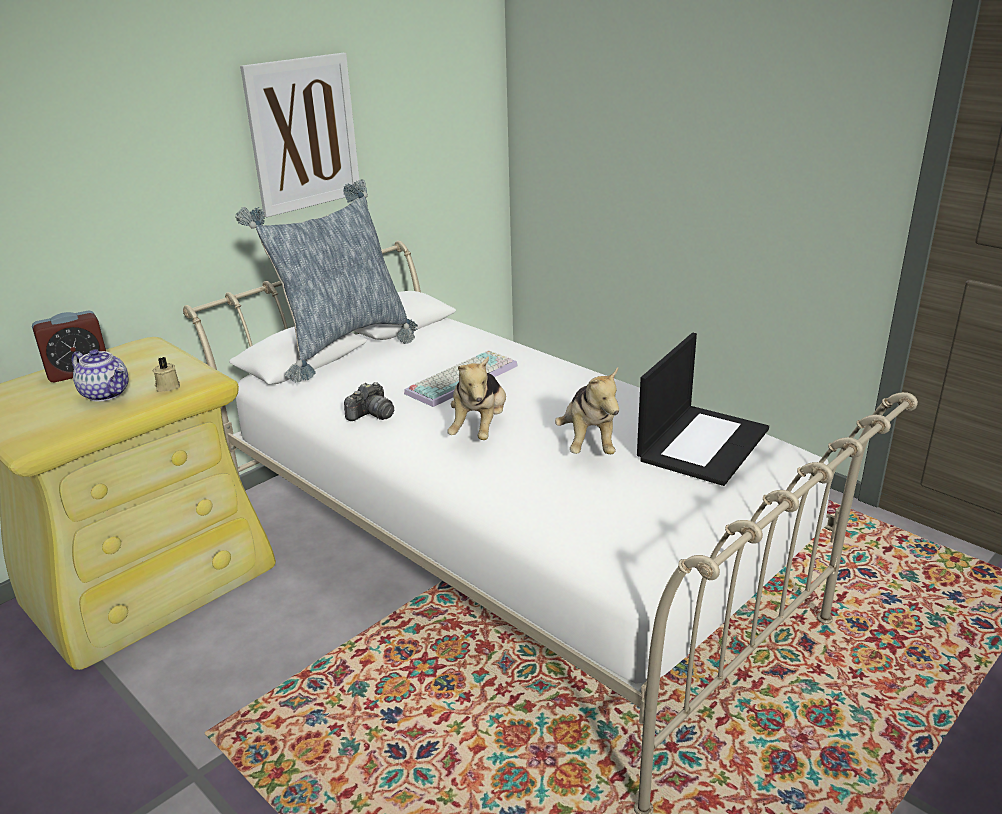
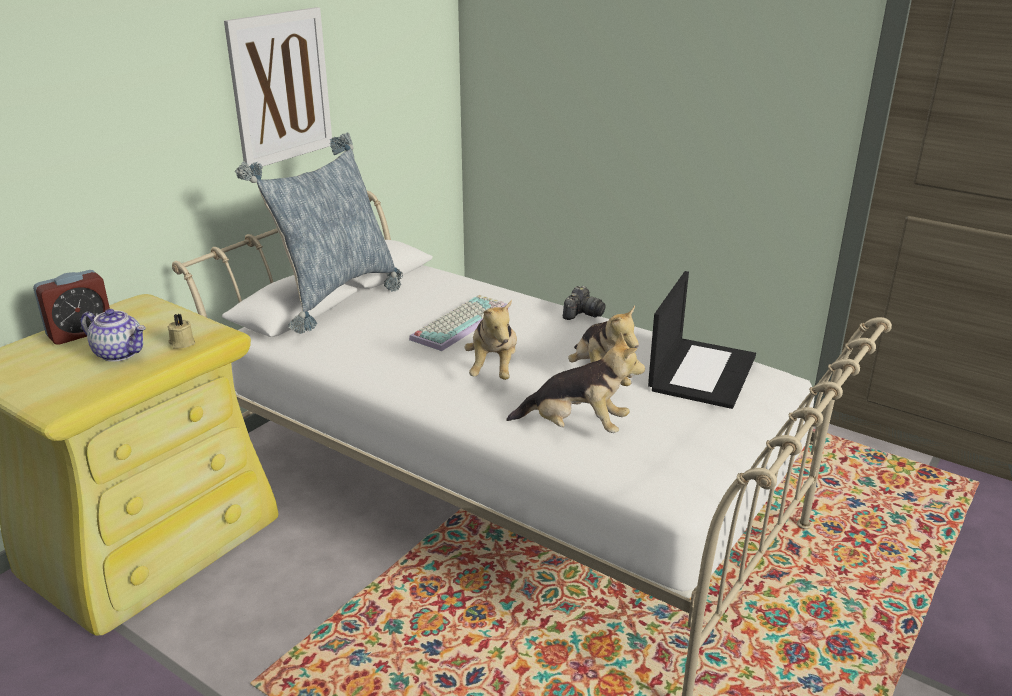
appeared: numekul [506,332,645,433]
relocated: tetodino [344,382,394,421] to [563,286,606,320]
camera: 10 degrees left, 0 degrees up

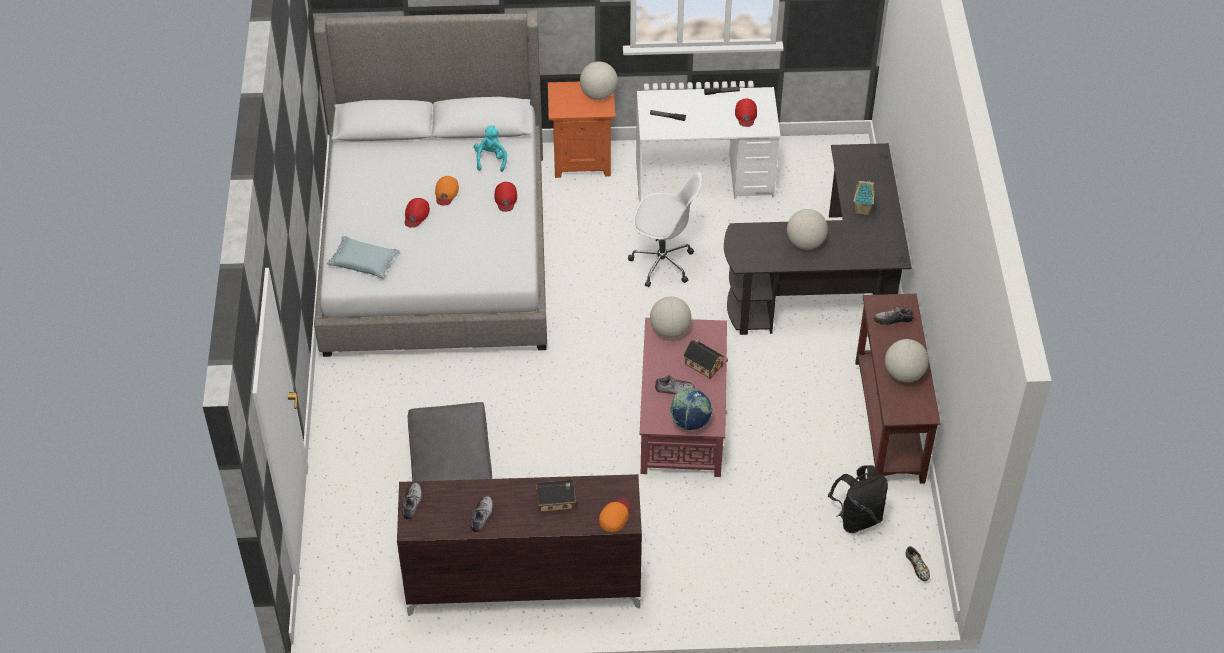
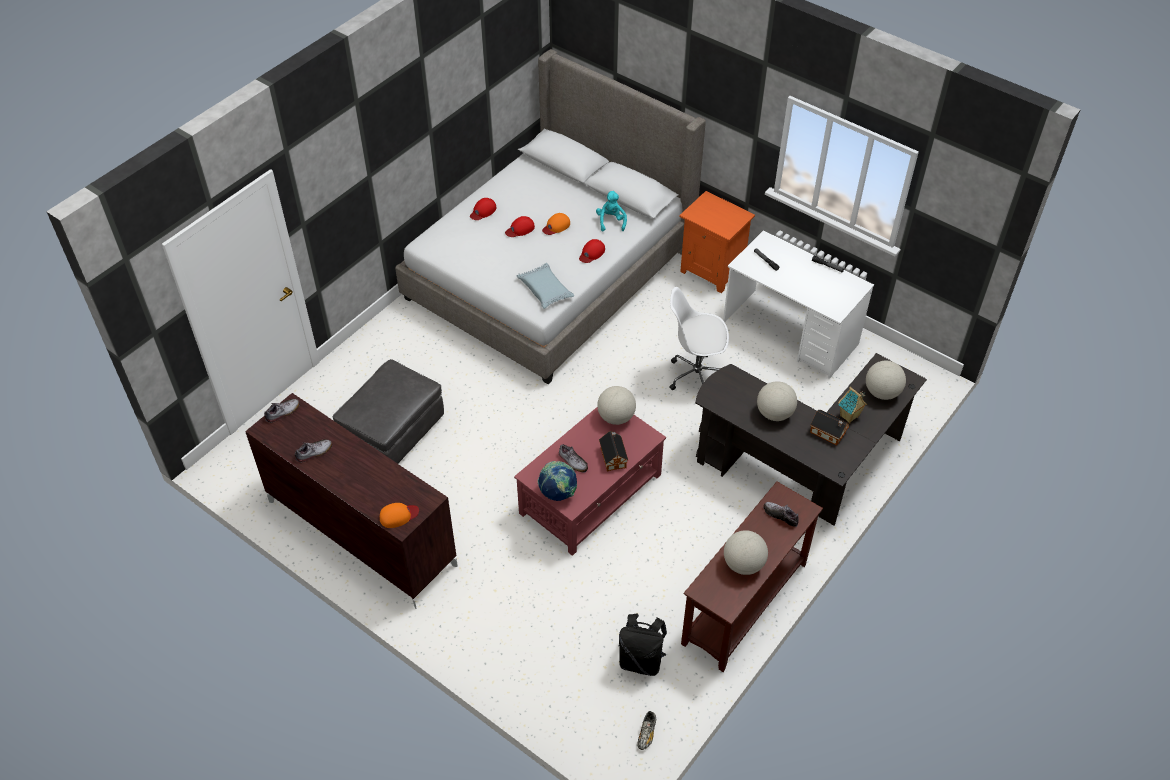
relocated: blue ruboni [326,236,400,279] to [517,263,574,309]; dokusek [536,480,576,512] to [810,410,850,445]; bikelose [580,61,618,100] to [866,361,906,400]; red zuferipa [735,98,757,127] to [470,198,496,220]
spun: turquoise numekul [474,125,507,172] = [596,191,627,232] 45 degrees counterclockwise; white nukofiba [628,172,702,287] = [669,287,729,390] 135 degrees clockwise
camera: 40 degrees right, 0 degrees up

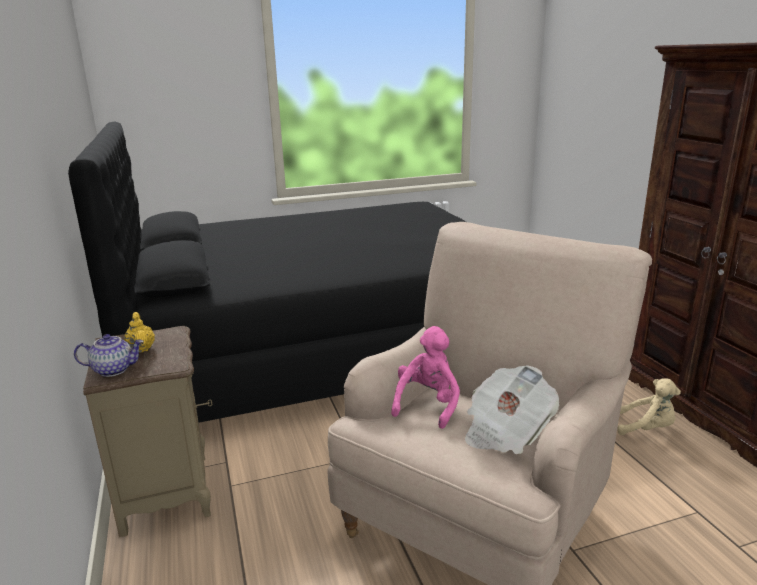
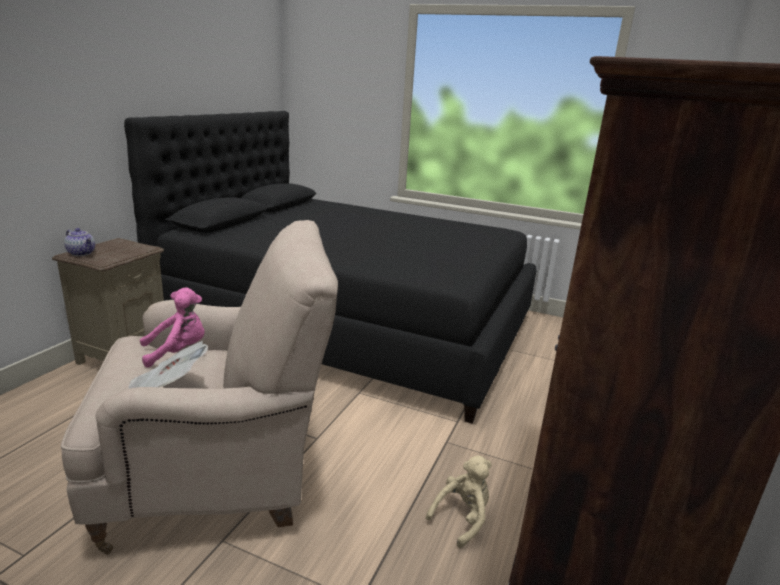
missing: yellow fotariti [124,312,155,353]
spun: beige numekul [617,378,681,435] = [426,455,492,548] 105 degrees counterclockwise
camera: 40 degrees right, 0 degrees up

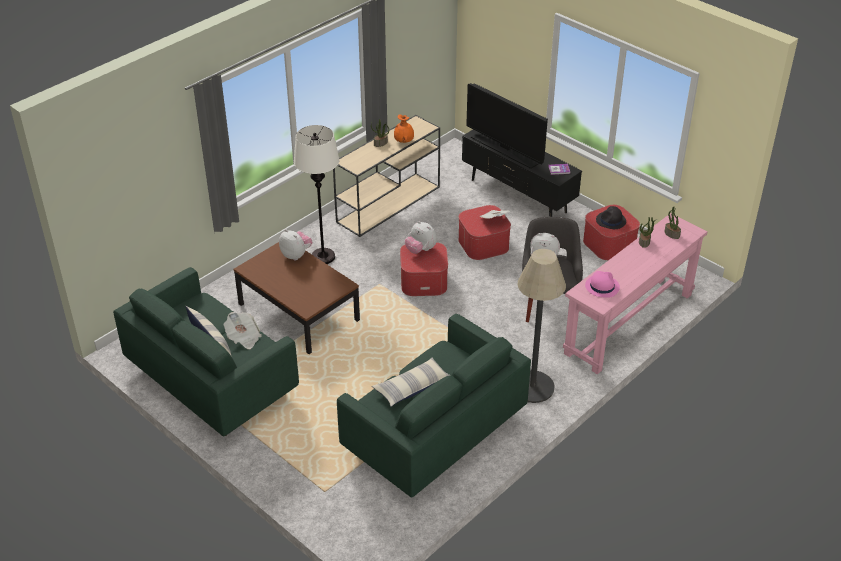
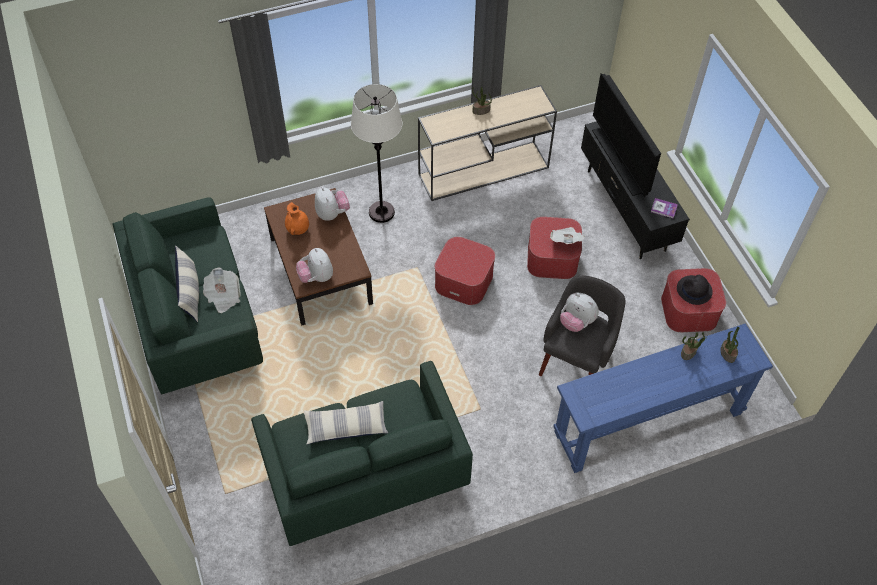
missing: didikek [517,249,566,403]; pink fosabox [585,271,620,297]
relocated: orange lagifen [394,114,414,143] to [285,202,309,235]; numekul [405,221,437,254] to [296,248,333,283]
colour: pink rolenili [563,213,707,374] to blue rolenili [553,323,773,473]
camera: 25 degrees right, 15 degrees up

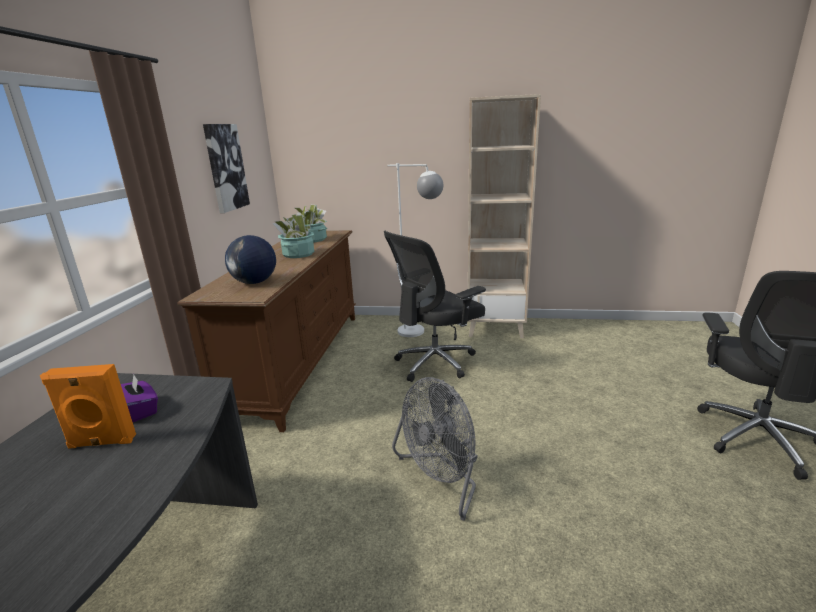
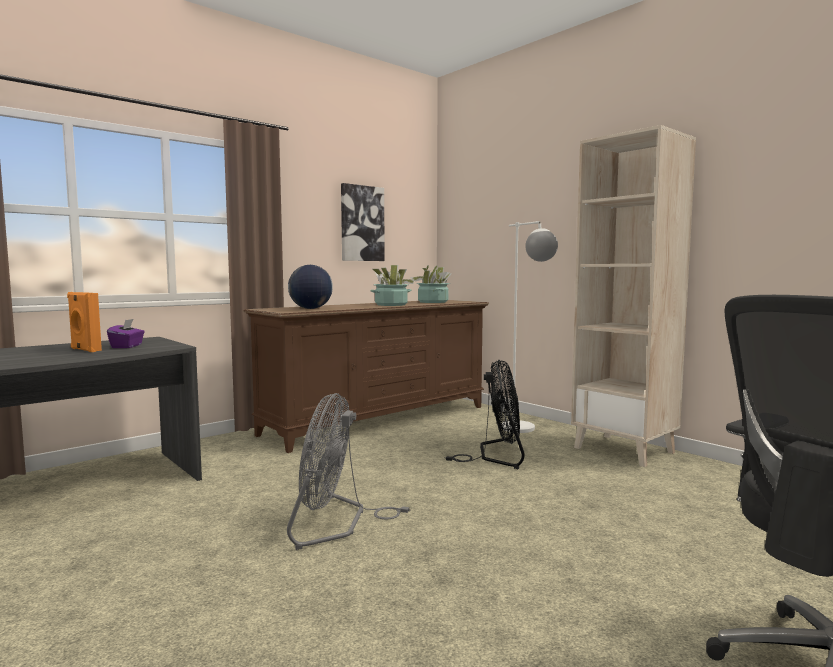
exchanged: nukofiba [384,231,486,382] to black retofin [445,360,525,469]
camera: 40 degrees right, 15 degrees down

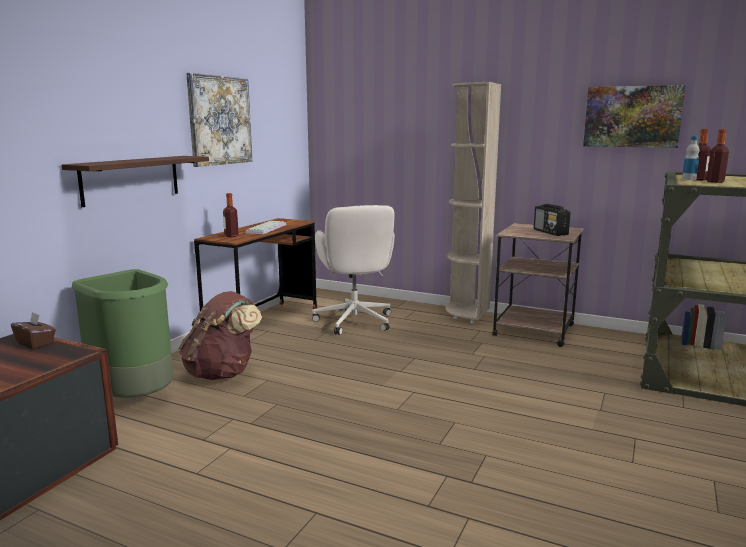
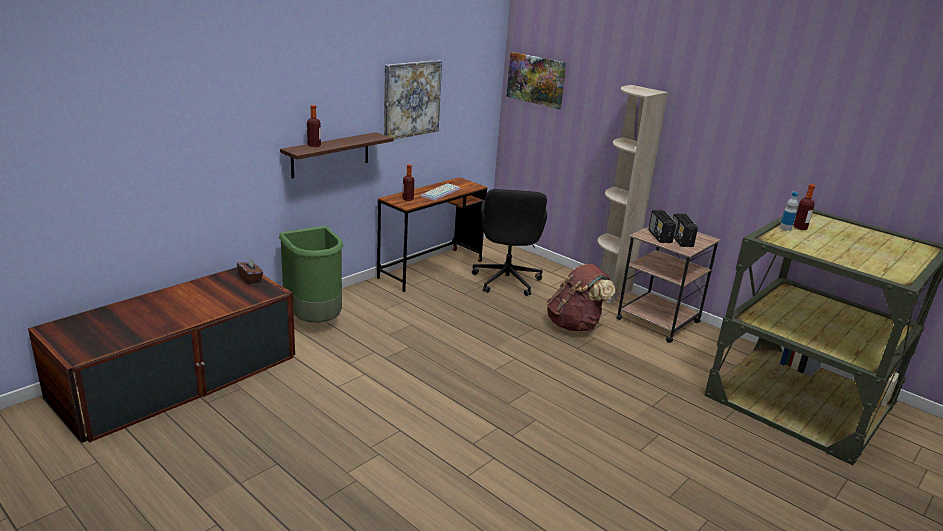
appeared: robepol [649,210,676,243]
relocated: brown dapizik [178,291,262,380] to [547,264,615,331]; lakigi [583,85,686,148] to [507,52,566,109]; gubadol [706,129,729,183] to [307,105,321,147]
colour: white nukofiba [312,205,395,335] to black nukofiba [472,189,547,296]
camera: 15 degrees right, 10 degrees up

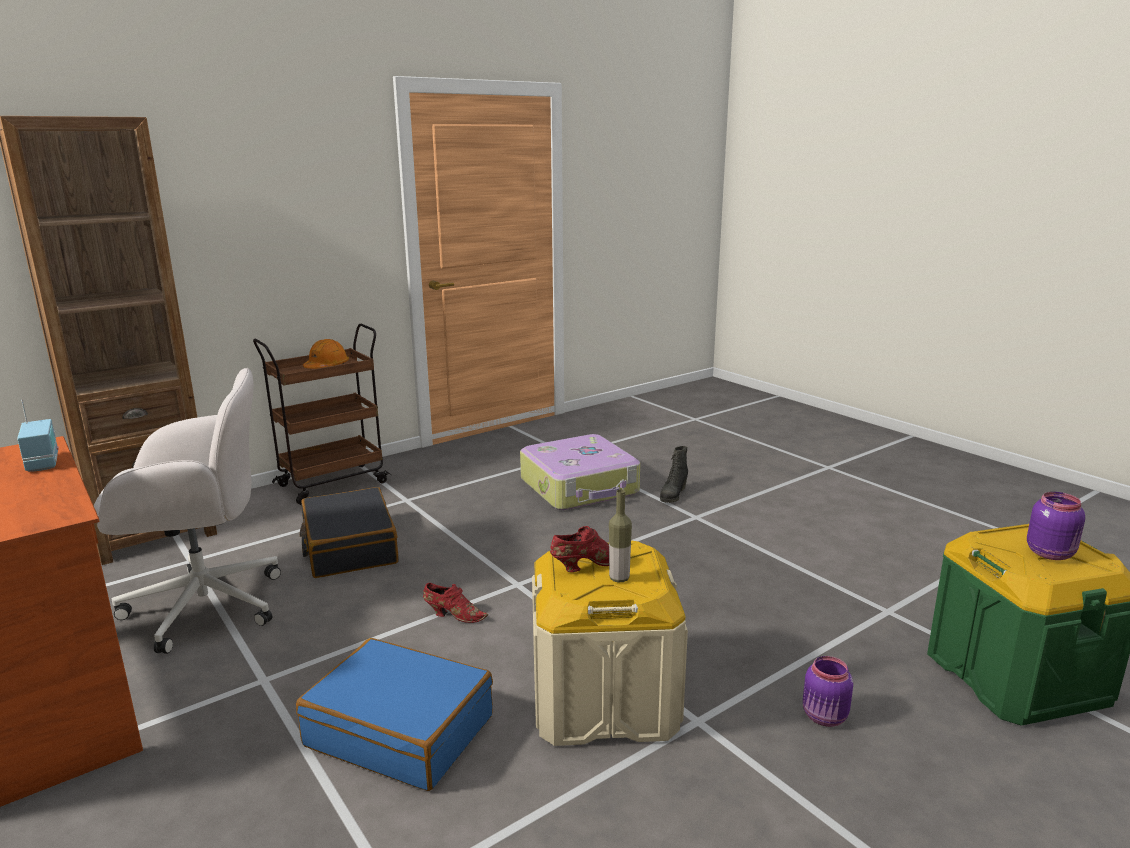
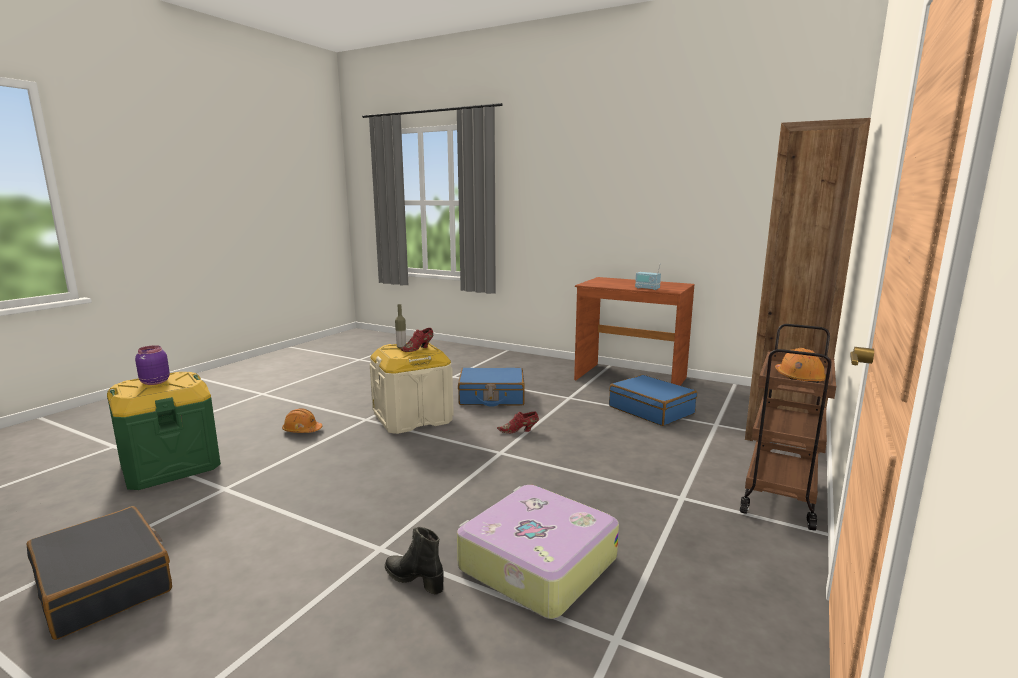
relocated: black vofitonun [299,487,399,578] to [27,506,172,640]
exchanged: white nukofiba [94,368,281,654] to blue vofitonun [609,375,697,426]; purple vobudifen [803,656,853,727] to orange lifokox [282,408,322,433]
spun: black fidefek [660,446,688,503] = [385,527,443,595] 60 degrees counterclockwise
camera: 155 degrees right, 5 degrees down

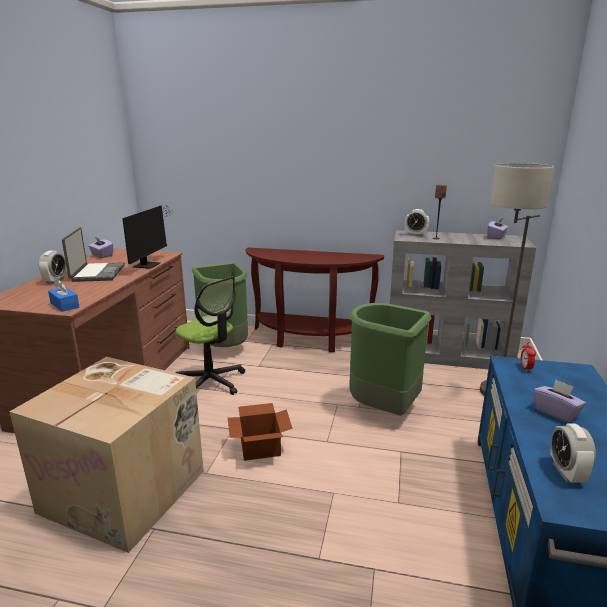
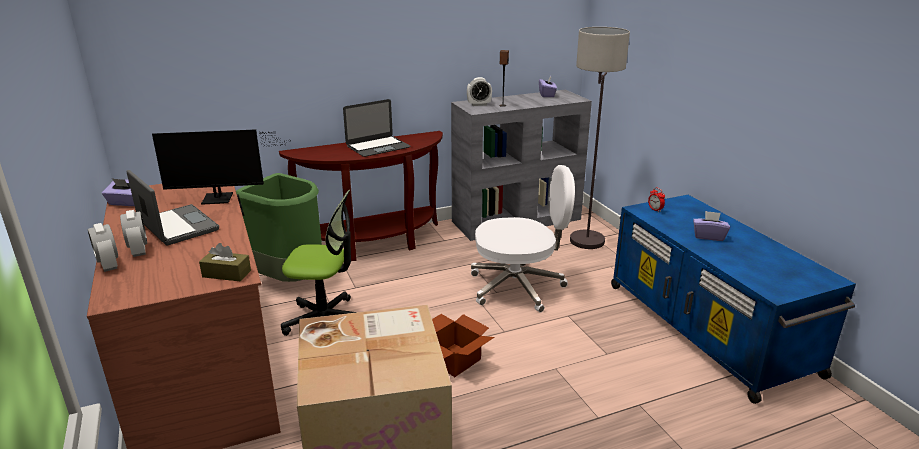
appeared: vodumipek [343,99,410,157]
relocated: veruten [550,424,596,483] to [88,223,118,272]
exchanged: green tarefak [349,303,432,416] to white nukofiba [471,165,575,313]
colour: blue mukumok [48,280,79,312] to brown mukumok [199,243,251,281]
spun: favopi [122,205,173,269] = [152,129,290,205] 105 degrees clockwise
camera: 35 degrees left, 5 degrees up

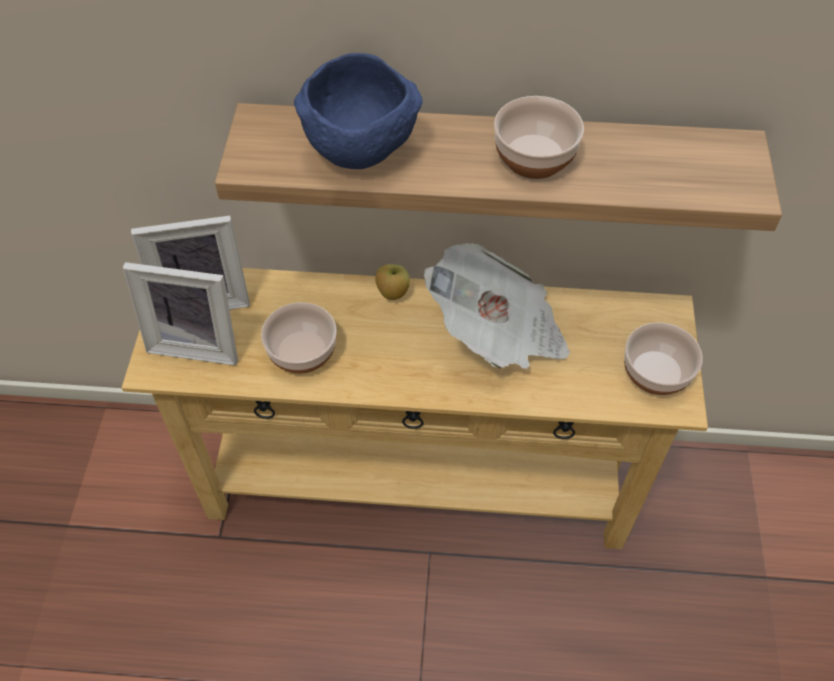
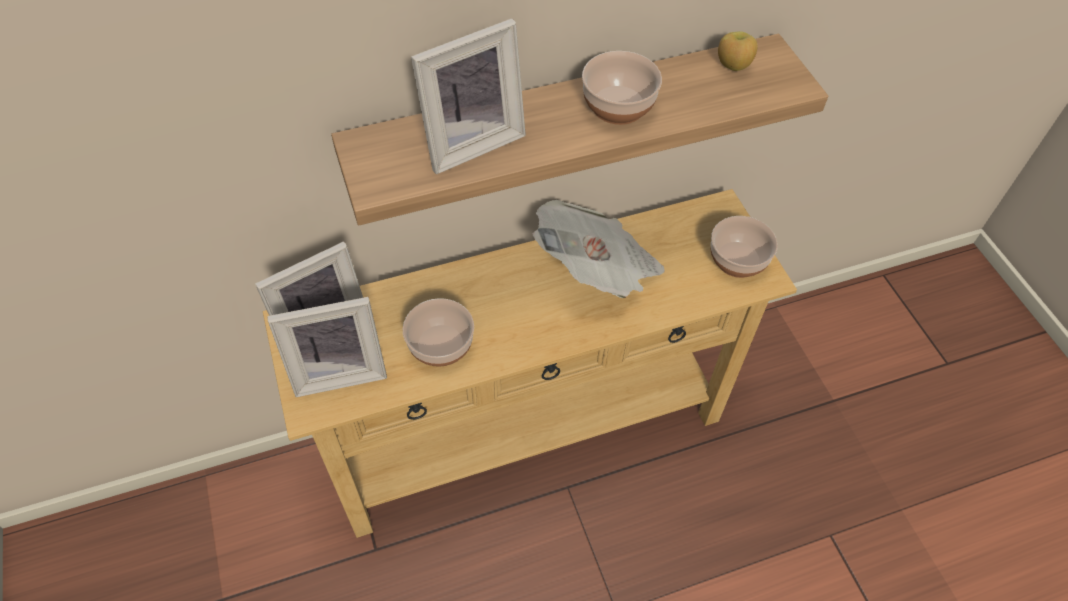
relocated: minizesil [376,264,410,300] to [718,31,757,71]
exchanged: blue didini [294,53,423,169] to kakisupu [411,18,526,174]
camera: 25 degrees left, 0 degrees up

